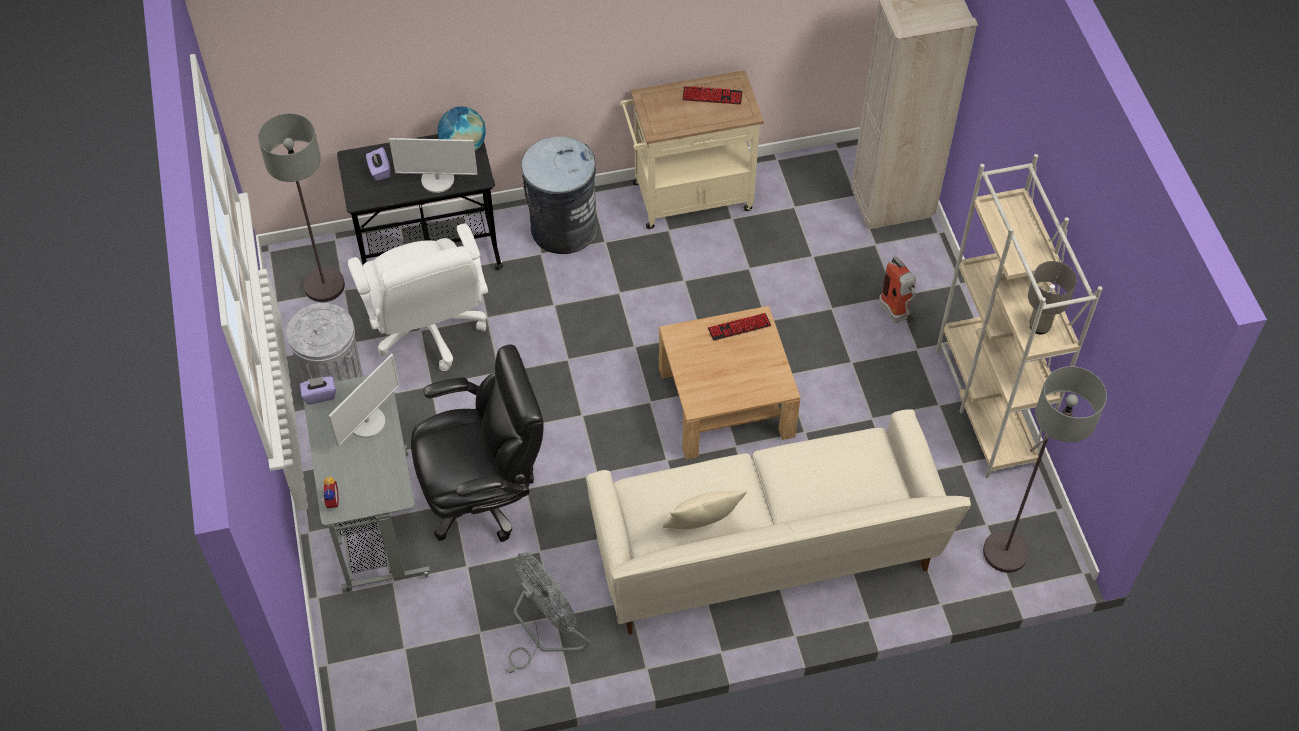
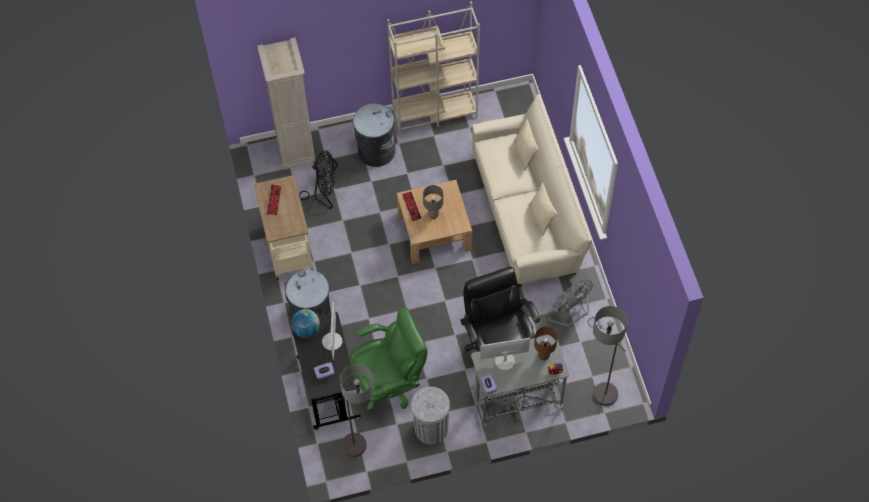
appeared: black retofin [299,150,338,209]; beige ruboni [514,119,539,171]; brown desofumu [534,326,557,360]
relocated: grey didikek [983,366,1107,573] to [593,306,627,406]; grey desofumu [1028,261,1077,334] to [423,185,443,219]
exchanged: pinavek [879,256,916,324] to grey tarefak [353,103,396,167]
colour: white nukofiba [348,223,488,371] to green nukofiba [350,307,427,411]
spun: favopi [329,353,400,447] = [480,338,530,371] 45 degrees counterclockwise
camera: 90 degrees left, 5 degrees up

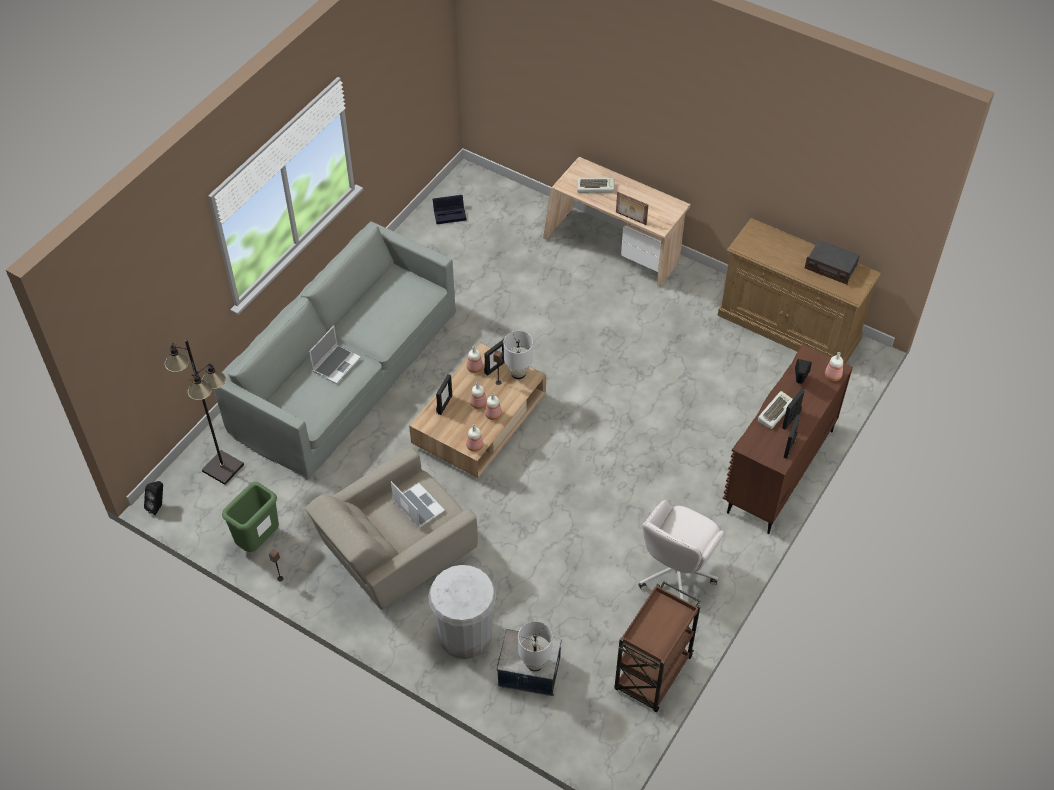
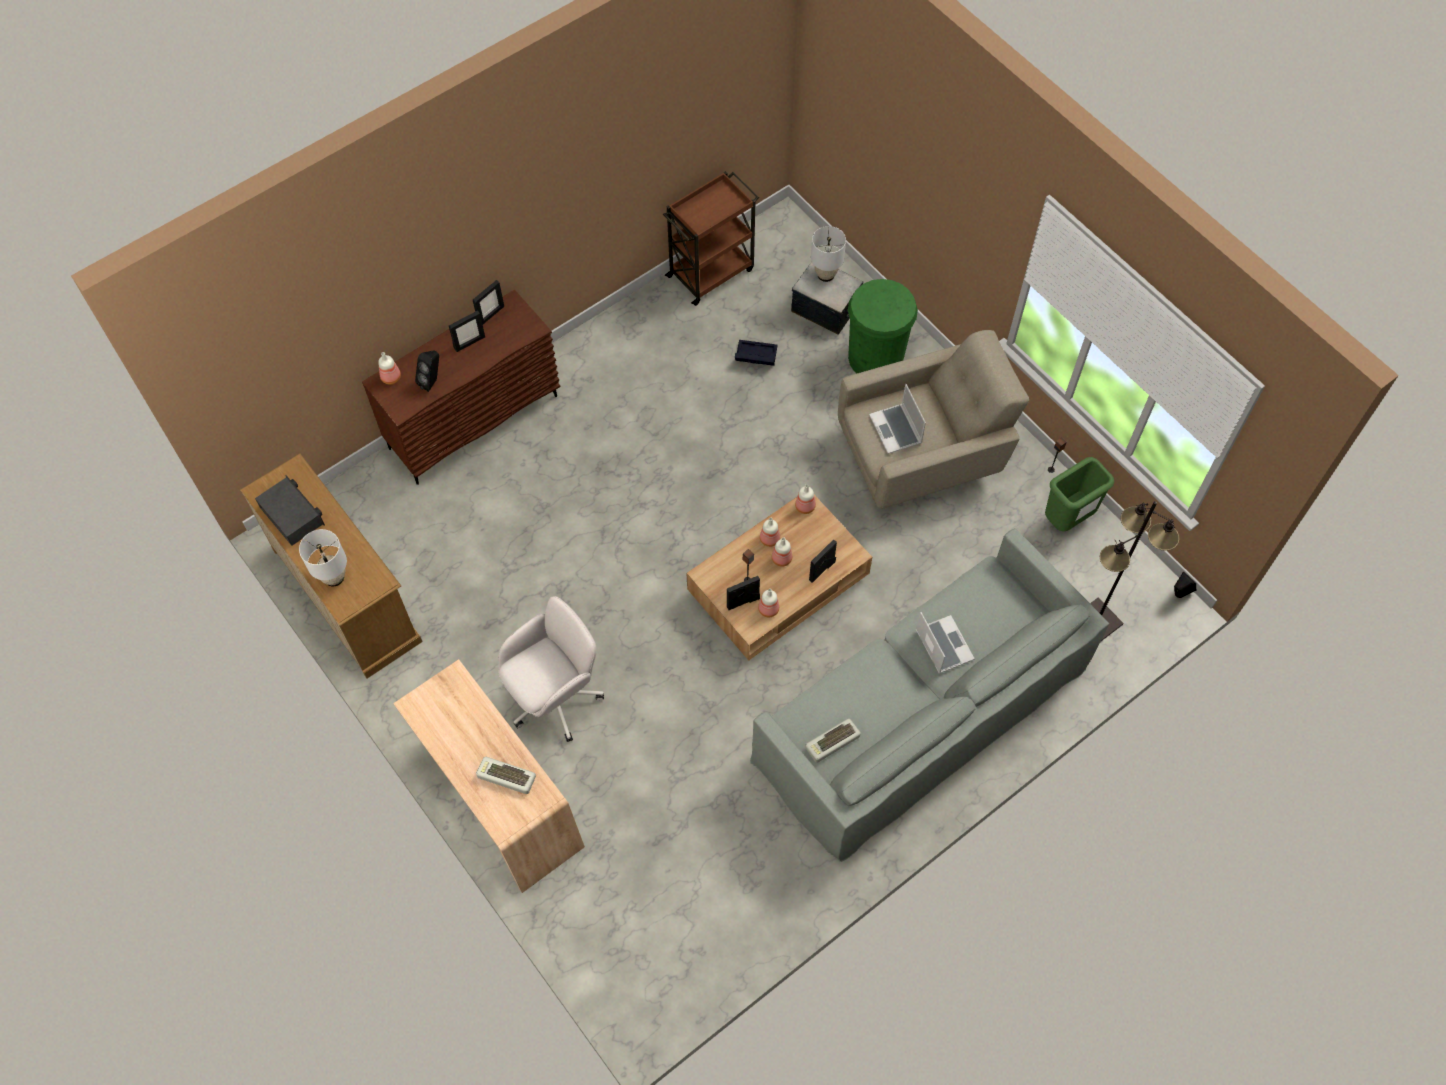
missing: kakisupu [616,192,648,225]
relocated: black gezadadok [433,195,466,224] to [735,340,777,366]; white desofumu [504,331,533,379] to [299,529,347,586]; white nukofiba [638,499,724,599] to [498,596,604,742]; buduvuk [758,391,793,429] to [805,719,861,763]
colour: white tarefak [428,565,496,659] to green tarefak [848,279,918,373]
spun: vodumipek [309,326,361,384] = [916,612,975,674] 105 degrees clockwise
camera: 160 degrees left, 10 degrees up

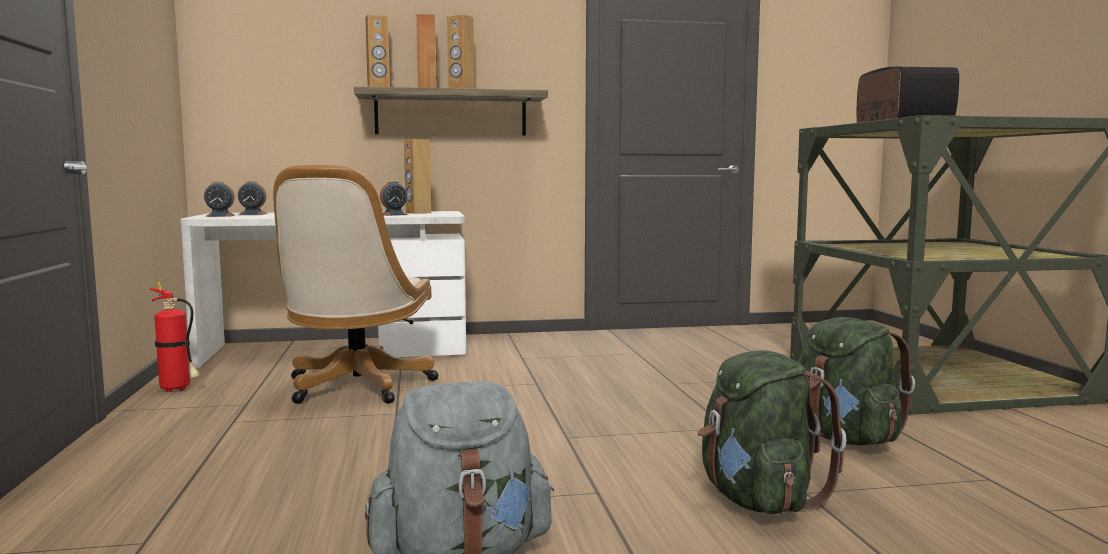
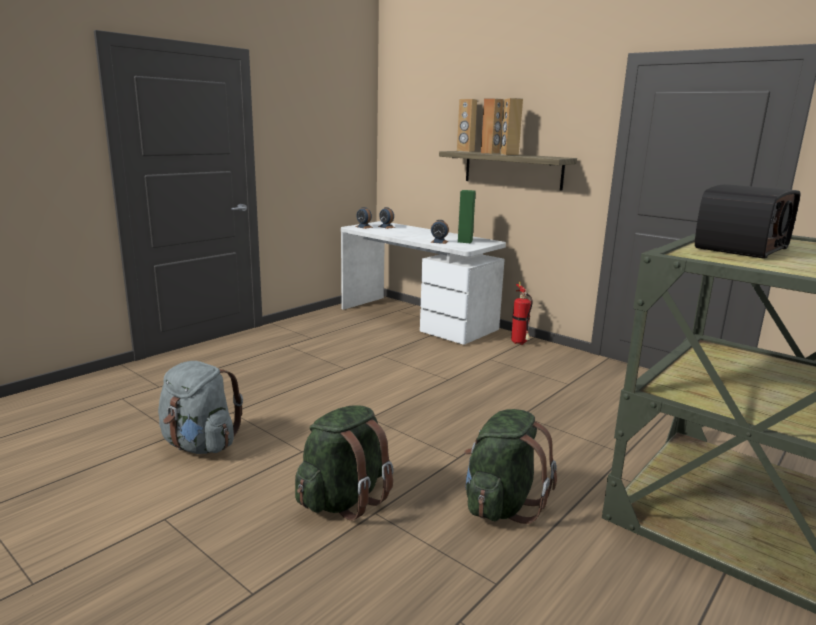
missing: nukofiba [273,165,438,404]
relocated: pinavek [150,281,200,392] to [511,281,533,345]
colour: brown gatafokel [404,139,431,214] to green gatafokel [458,190,476,243]
camera: 50 degrees right, 10 degrees up

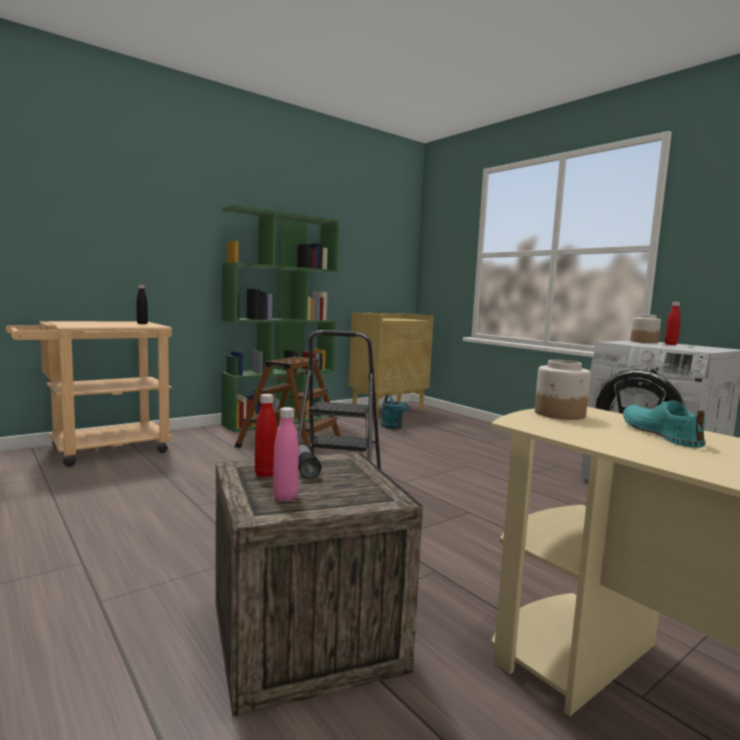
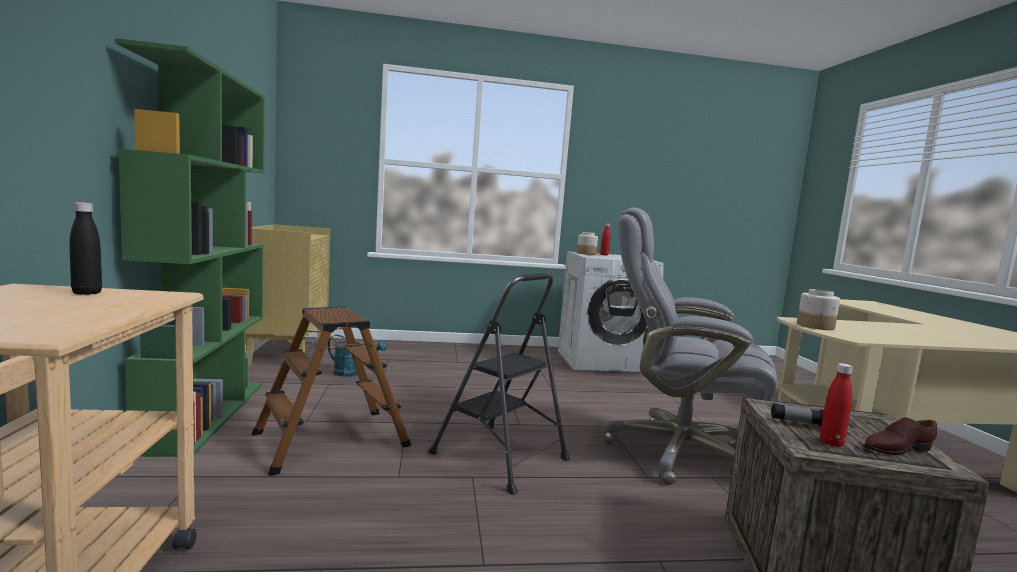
missing: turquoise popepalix [623,400,705,448]
appeared: grey nukofiba [604,207,777,485]
exchanged: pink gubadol [273,407,299,501] to brown popepalix [864,417,937,455]
camera: 60 degrees left, 0 degrees up

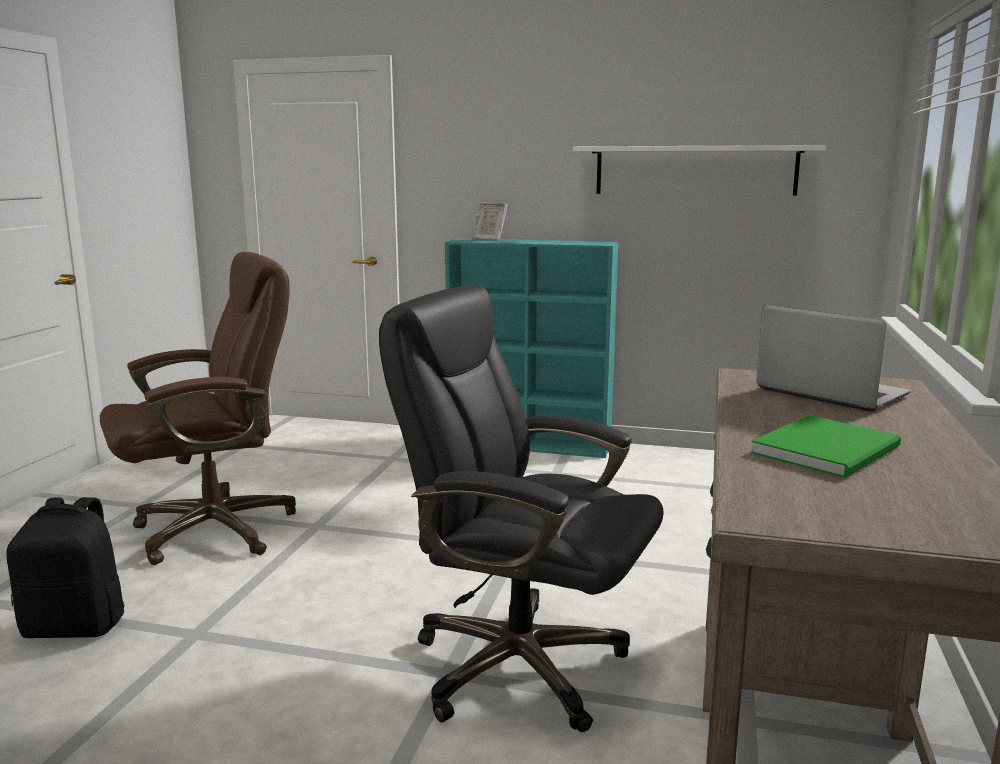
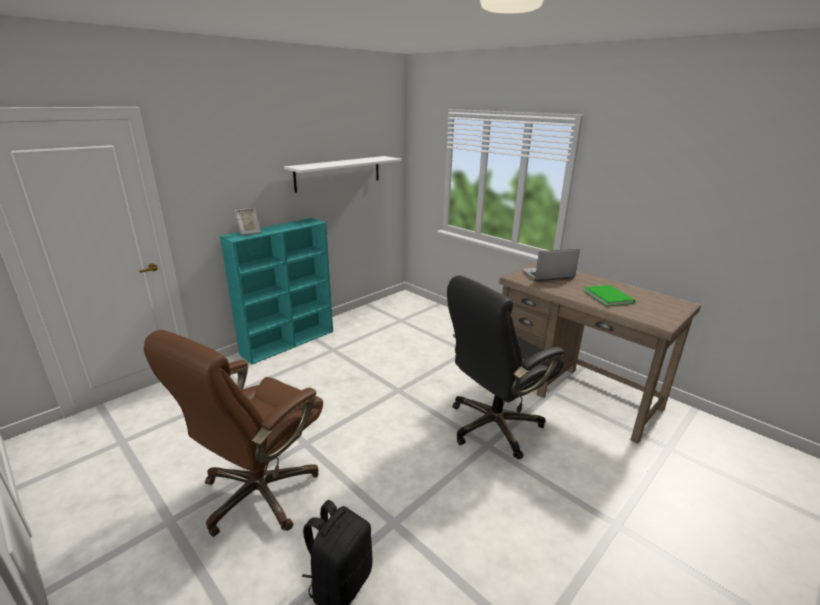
spun: brown nukofiba [100,252,296,565] = [144,330,323,537] 150 degrees counterclockwise
camera: 60 degrees left, 10 degrees up

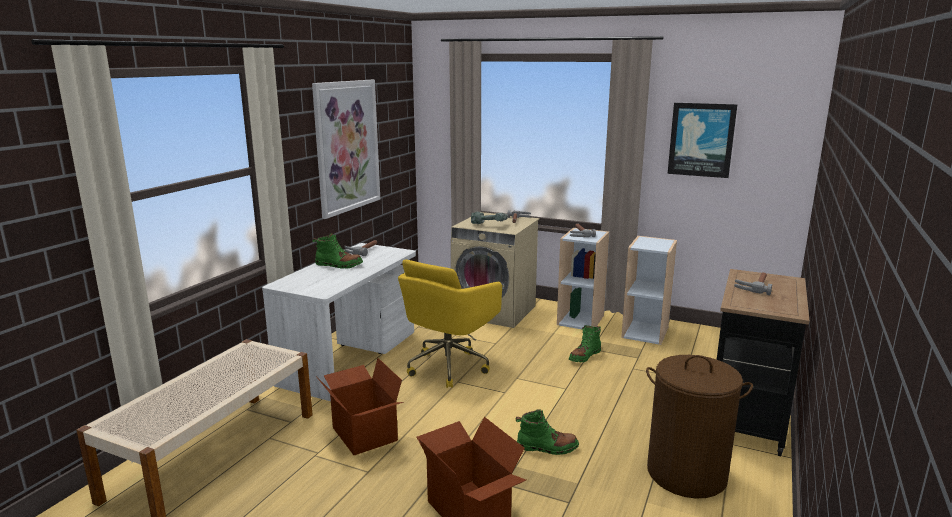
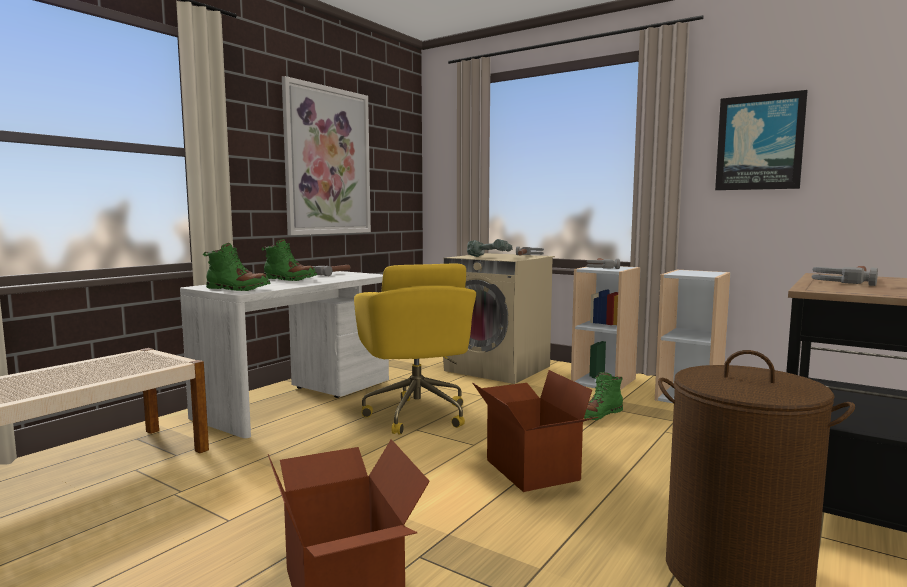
relocated: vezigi [316,358,404,455] to [473,370,598,492]; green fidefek [515,409,579,455] to [203,243,271,291]
spun: yellow nukofiba [398,260,502,388] = [354,264,476,435] 60 degrees counterclockwise
camera: 10 degrees right, 10 degrees down

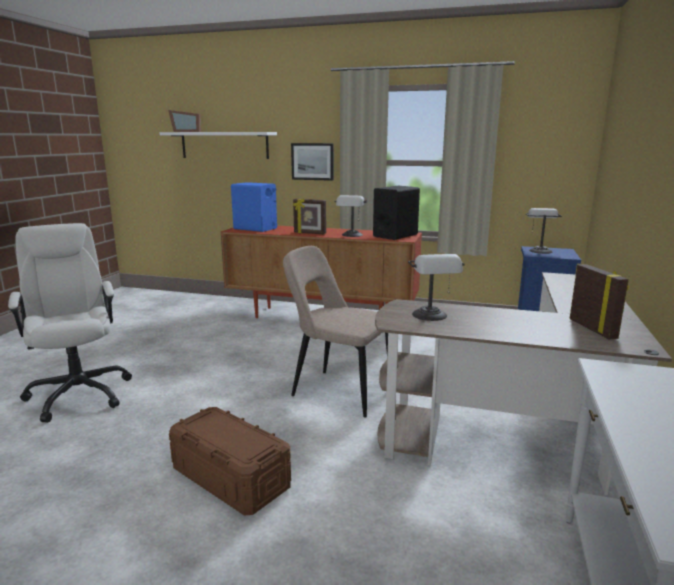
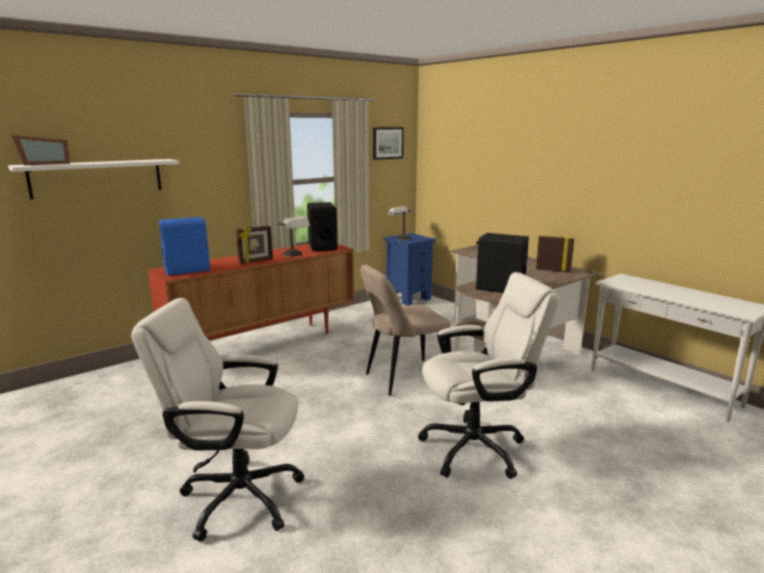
relocated: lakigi [291,143,334,181] to [373,127,404,160]
exchanged: brown gezadadok [169,407,291,516] to white nukofiba [418,272,559,479]; desofumu [408,254,465,321] to black gatafokel [476,233,529,293]
camera: 55 degrees left, 0 degrees up

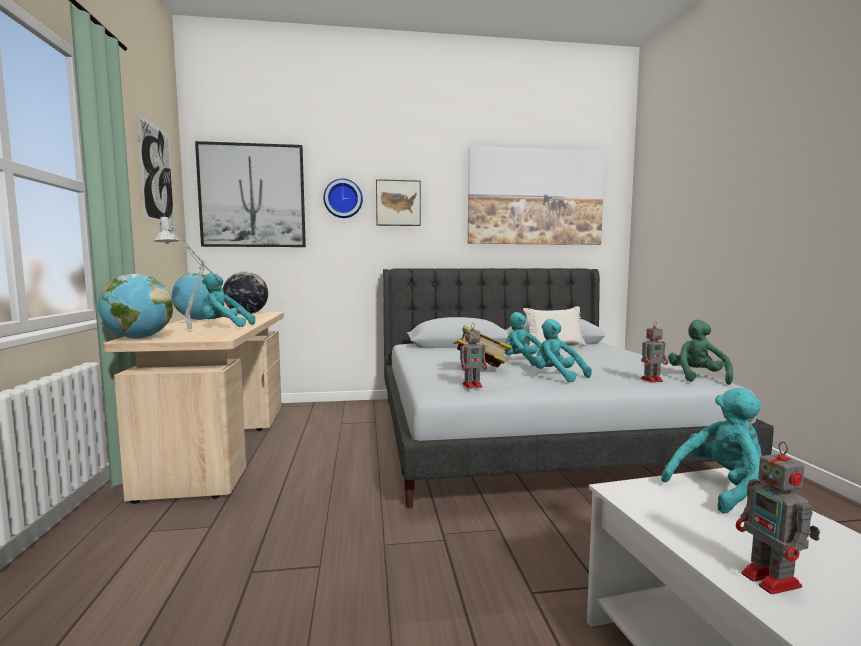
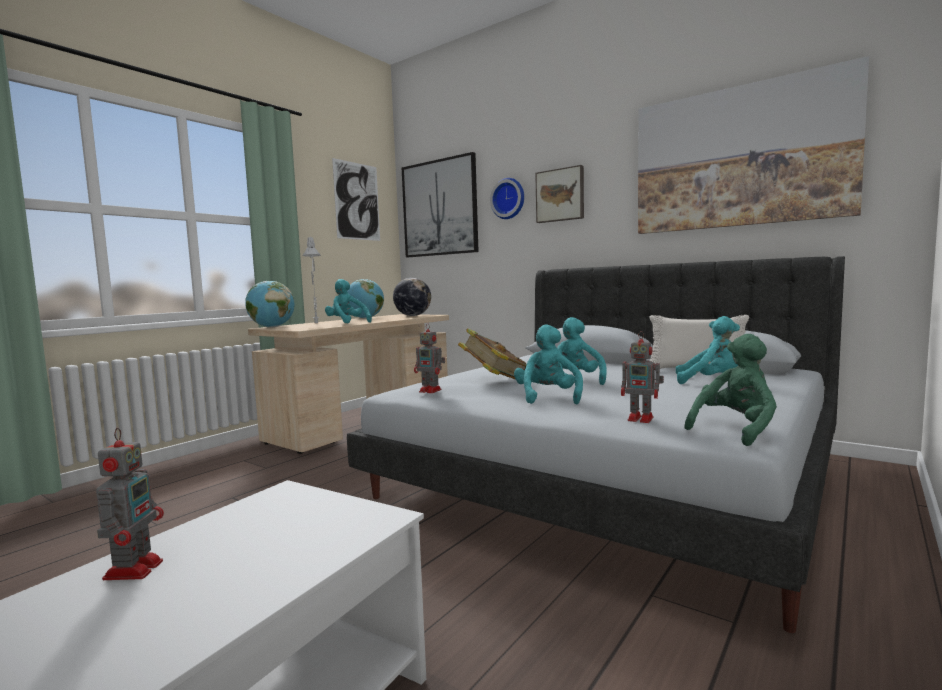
relocated: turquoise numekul [661,387,762,514] to [676,316,740,384]
spun: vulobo [736,442,820,594] = [96,428,164,580] 150 degrees clockwise
camera: 45 degrees right, 0 degrees up

